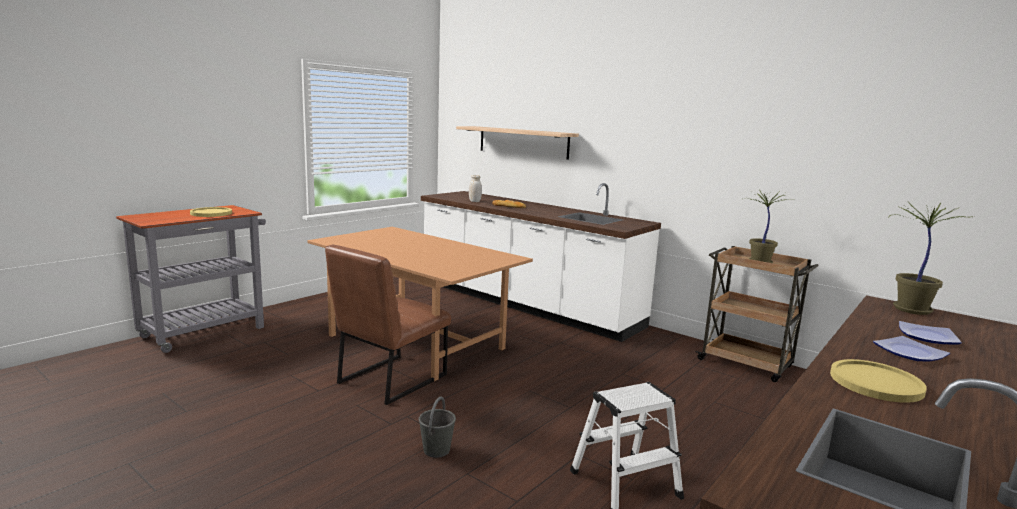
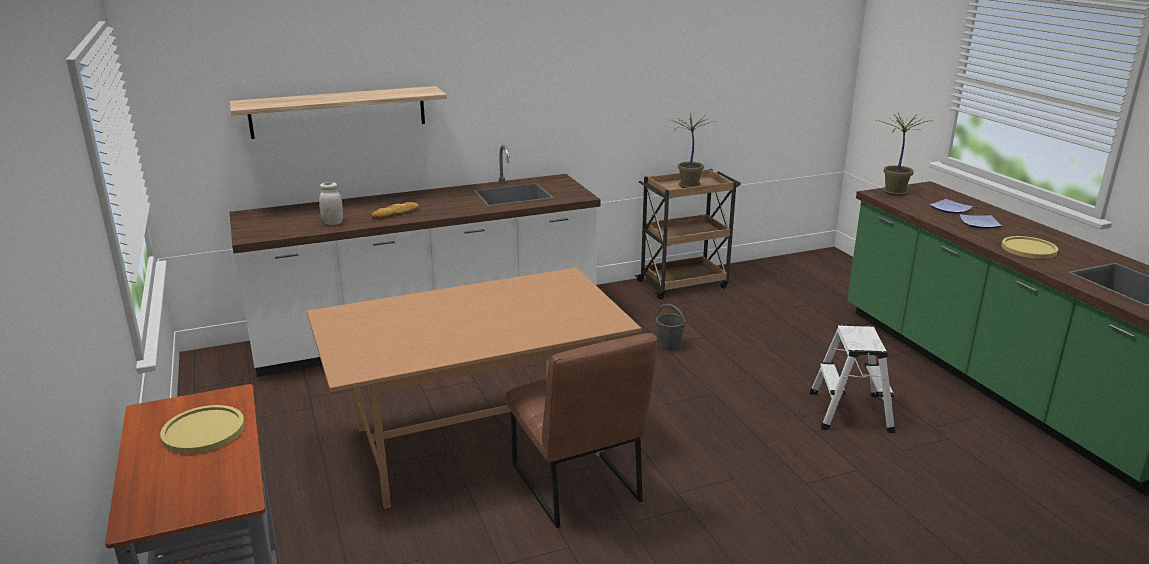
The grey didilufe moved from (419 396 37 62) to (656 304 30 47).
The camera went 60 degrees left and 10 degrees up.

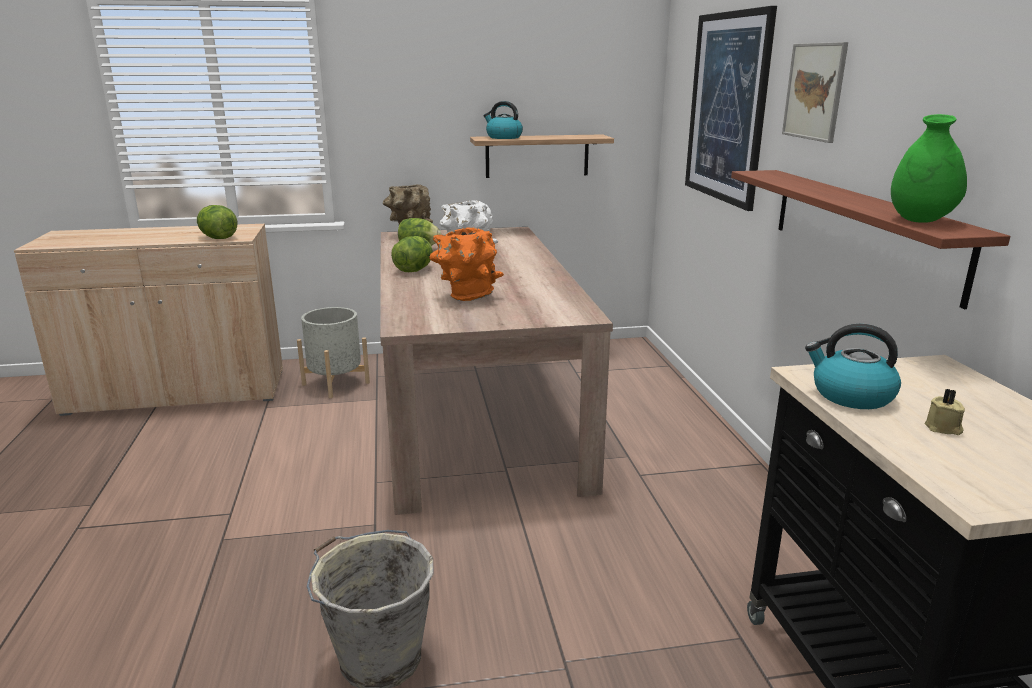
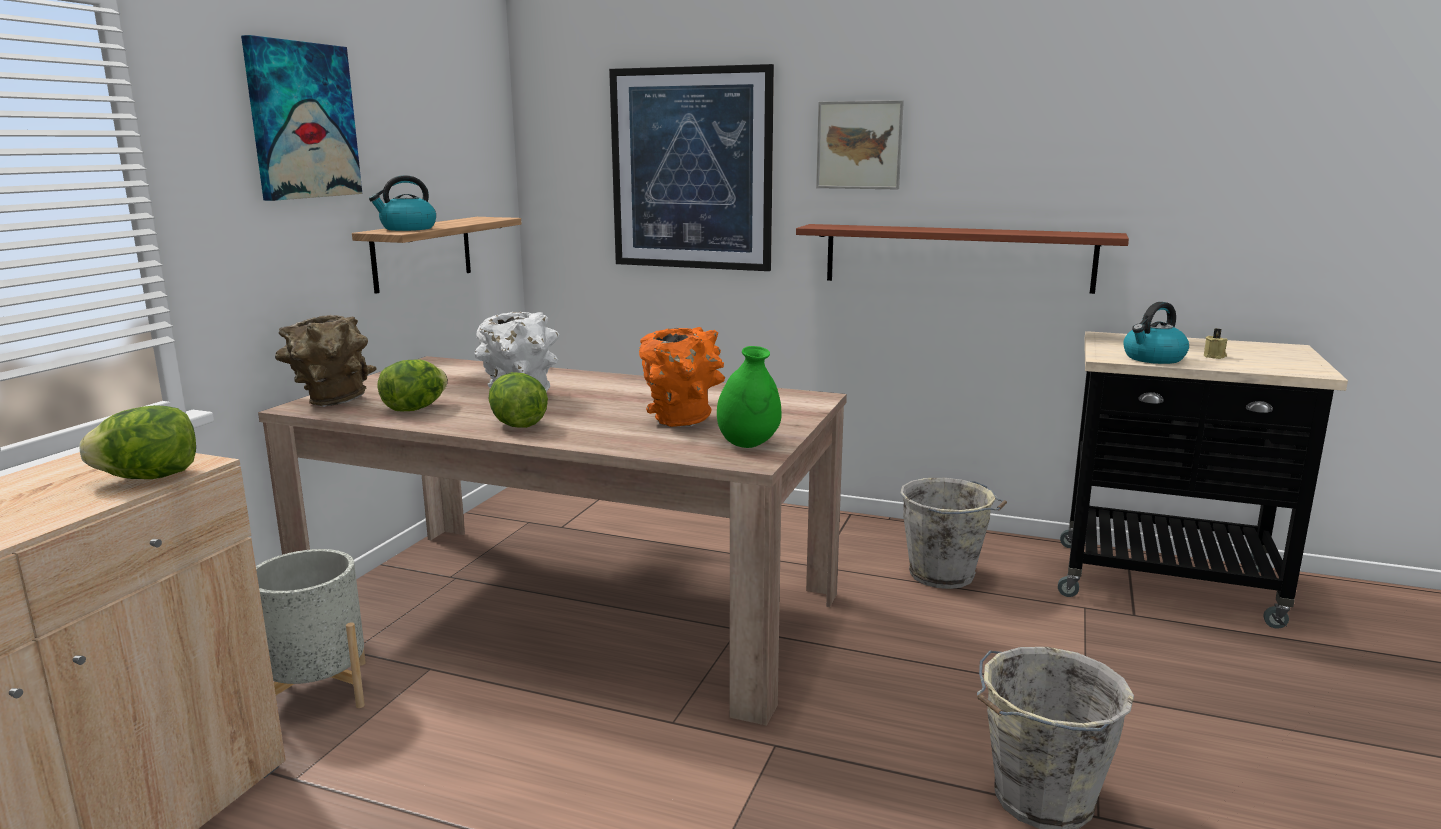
The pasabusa at (241 35 121 166) appeared.
The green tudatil moved from (891 114 76 109) to (717 346 65 102).
The grey didilufe at (900 478 107 111) appeared.
The camera went 60 degrees left and 5 degrees down.

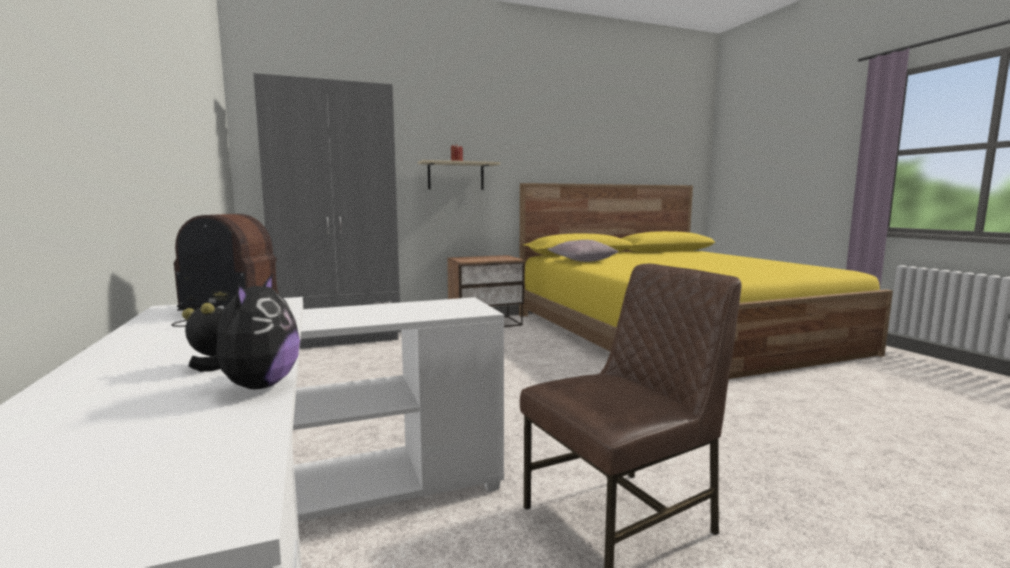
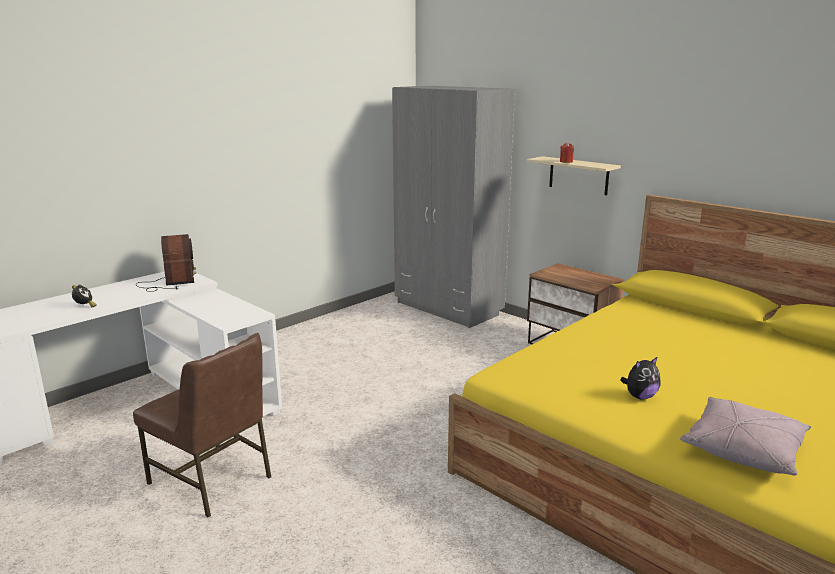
The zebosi moved from (188 273 112 116) to (620 356 41 44).
The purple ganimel moved from (547 239 71 23) to (680 397 131 78).
The camera went 65 degrees right and 10 degrees up.

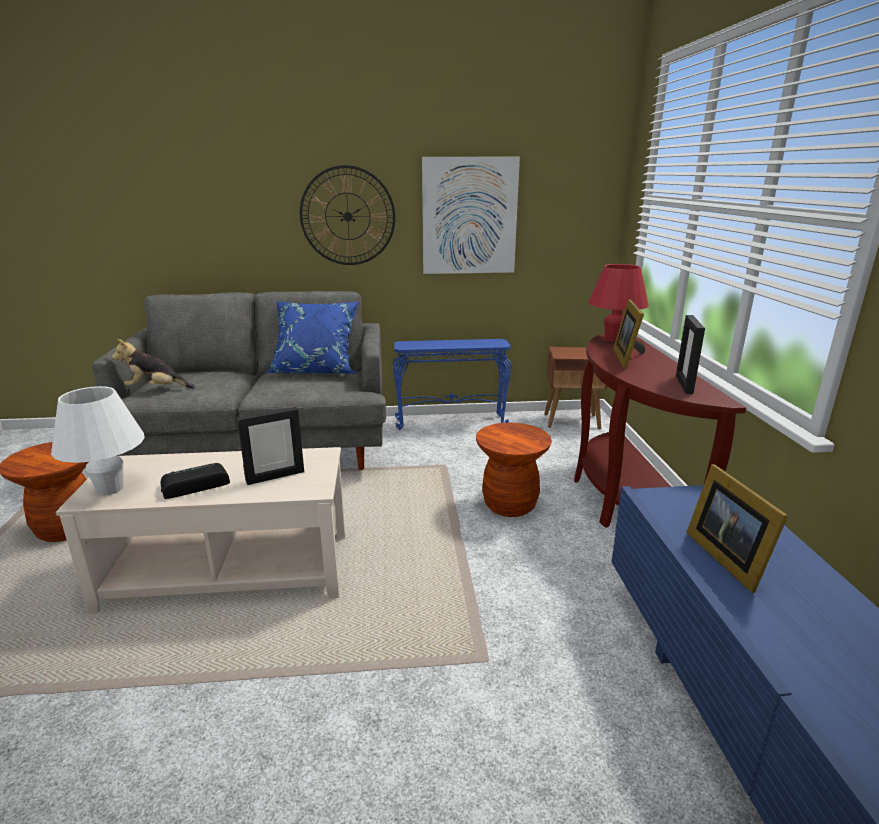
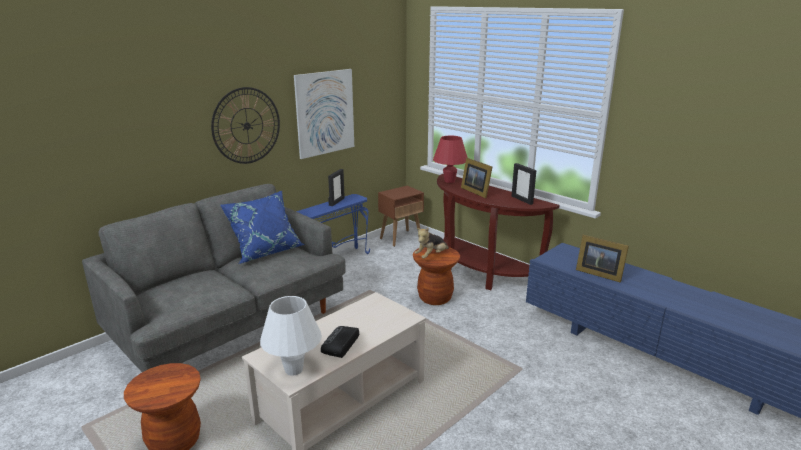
The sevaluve moved from (237 407 67 78) to (328 169 17 37).
The zebosi moved from (112 339 83 49) to (415 228 34 31).
The camera went 40 degrees left and 0 degrees up.

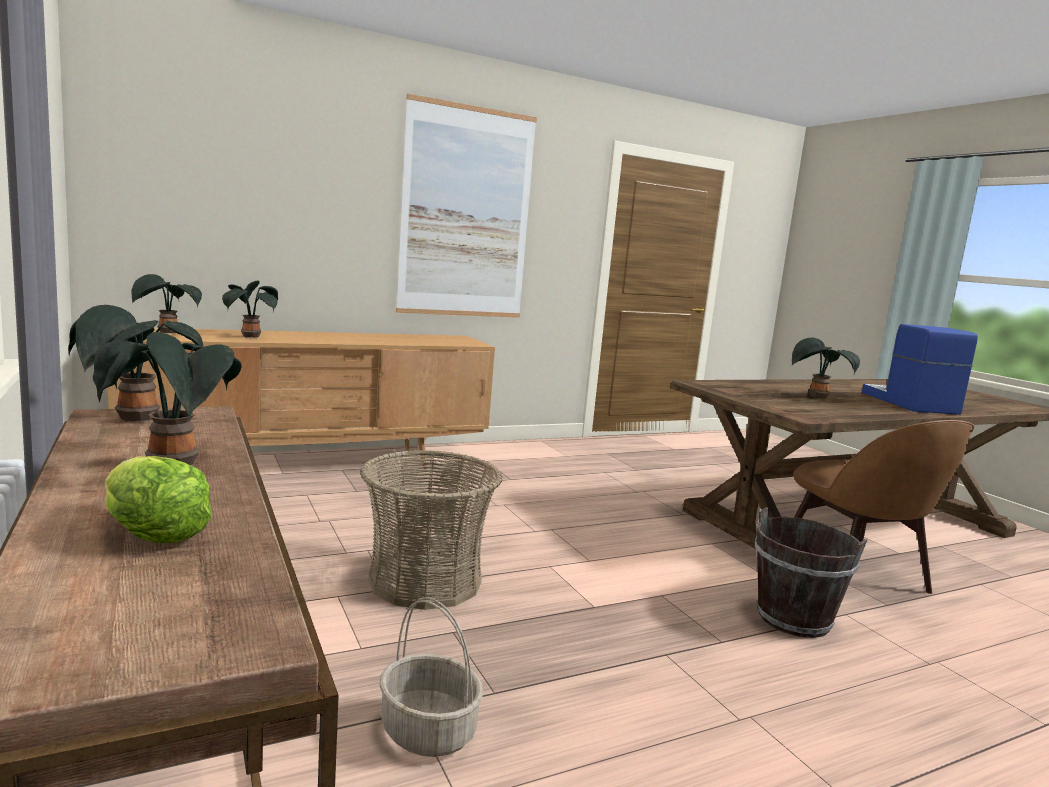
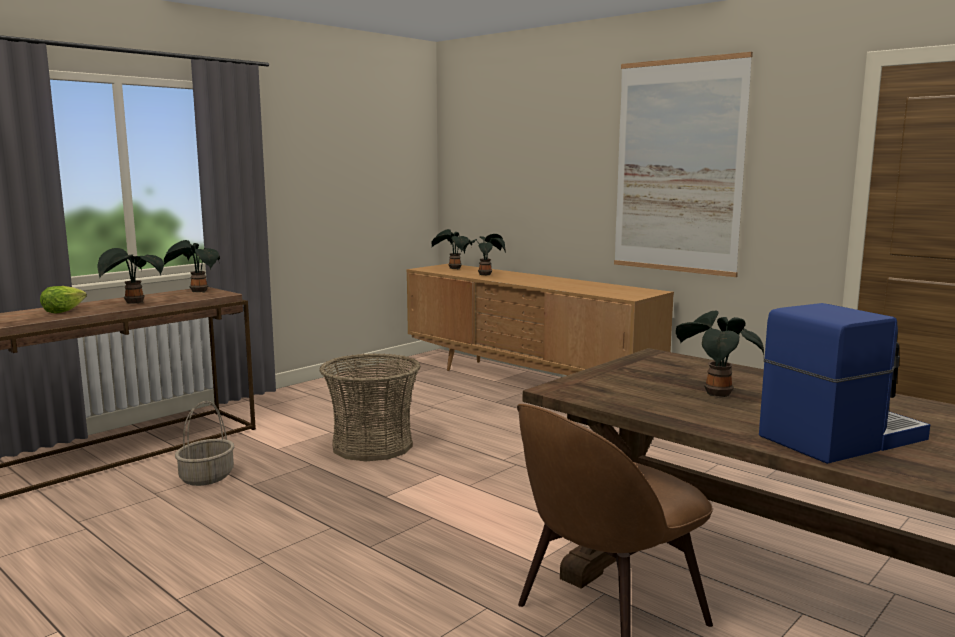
The brown didilufe at (755 507 112 131) disappeared.
The camera went 70 degrees right and 0 degrees up.

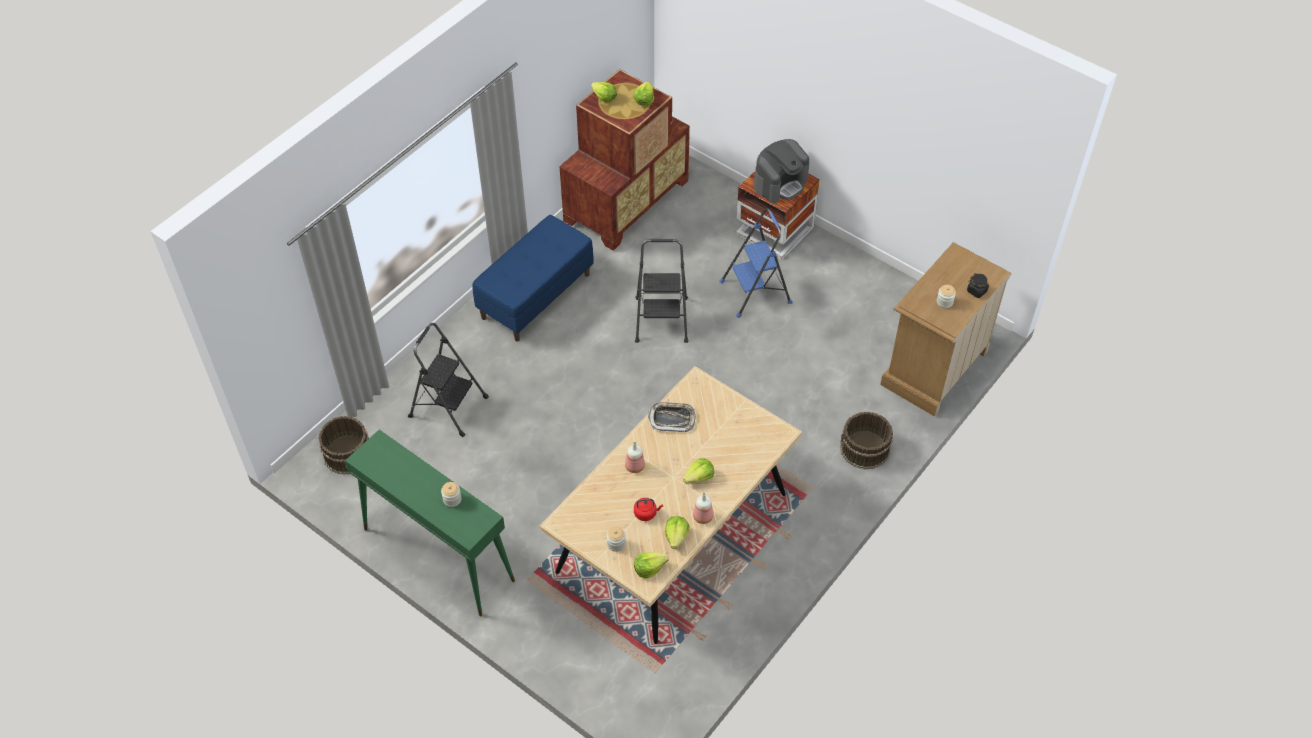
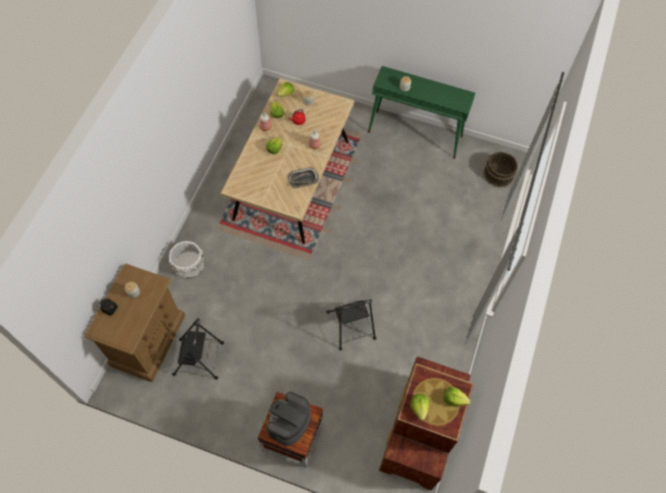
The brown didilufe at (840 412 53 57) became the white didilufe at (169 241 36 38).
The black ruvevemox moved from (408 323 81 114) to (172 318 52 62).
The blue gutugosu at (472 215 122 126) disappeared.
The blue ruvevemox at (719 208 74 110) disappeared.
The camera went 160 degrees right and 10 degrees up.

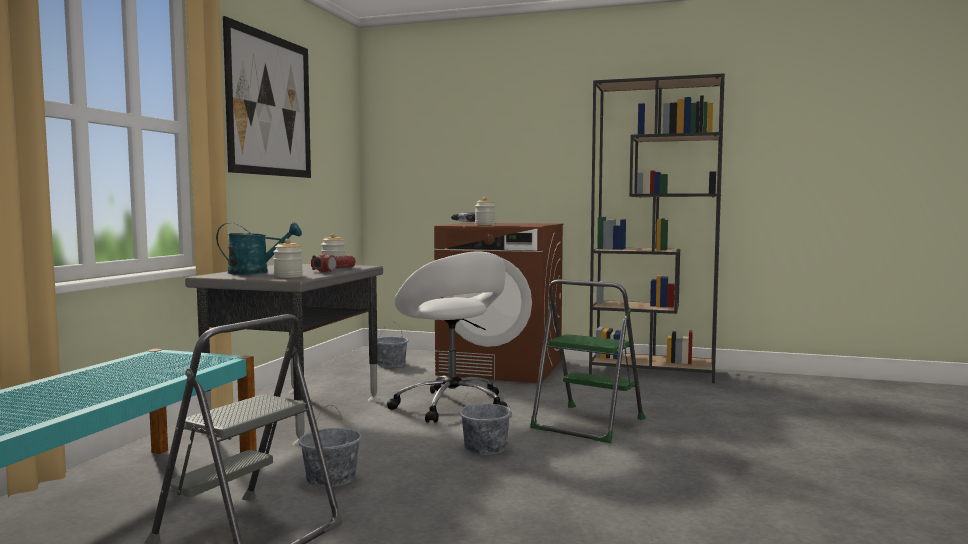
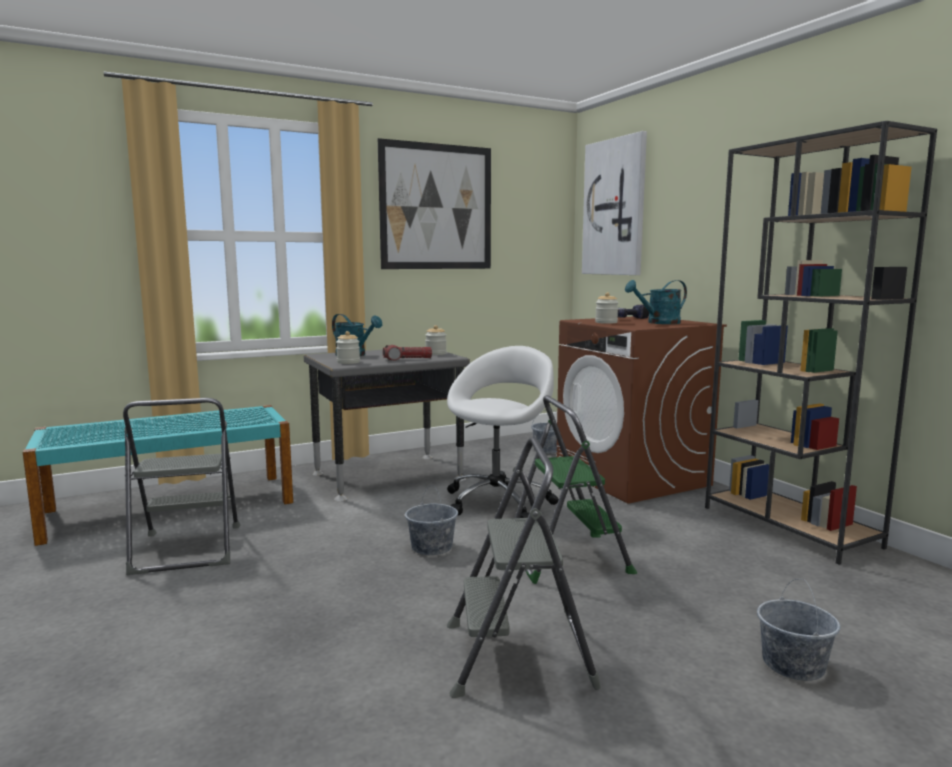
The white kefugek at (387 251 121 171) turned 150 degrees counterclockwise.
The grey ruvevemox at (447 437 154 261) appeared.
The pasabusa at (582 131 65 144) appeared.
The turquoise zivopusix at (625 280 62 44) appeared.
The grey didilufe moved from (299 405 63 83) to (757 579 83 102).
The camera went 45 degrees right and 5 degrees up.

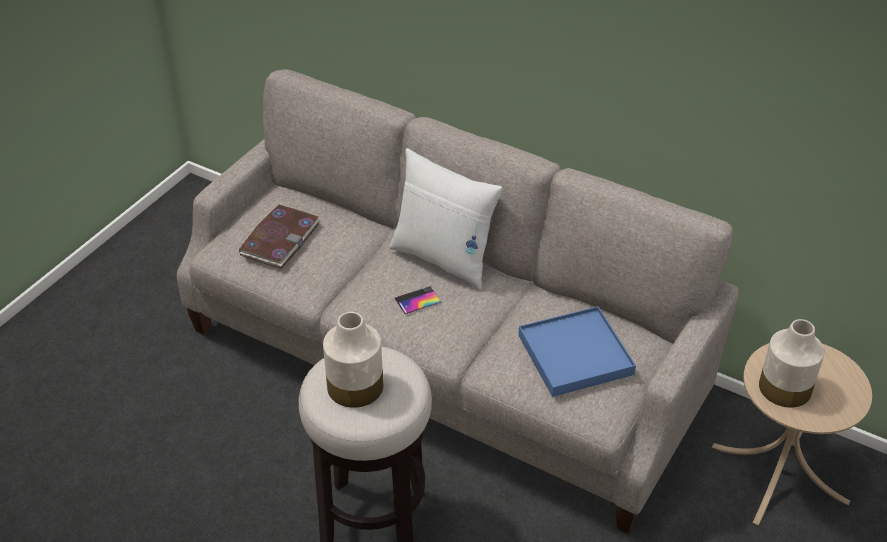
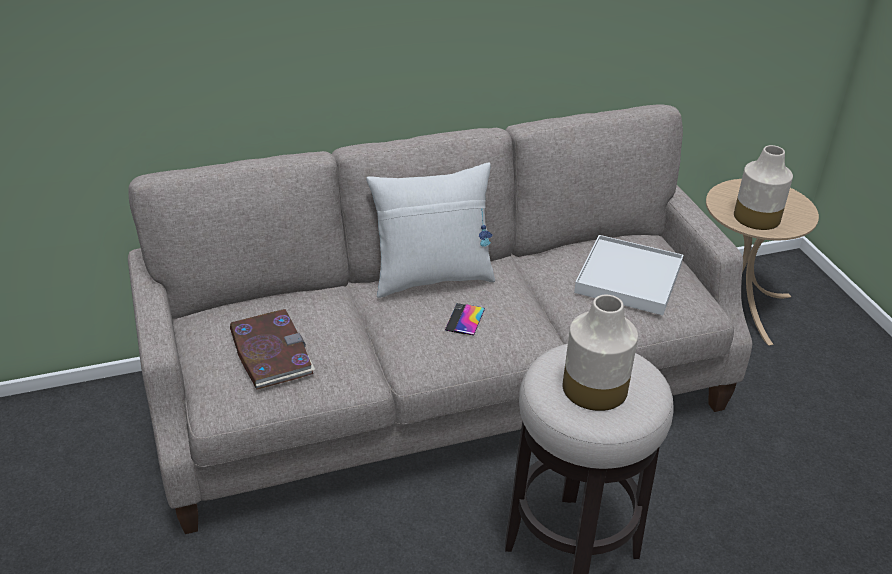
The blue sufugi at (518 306 118 91) became the white sufugi at (574 235 109 80).
The camera went 50 degrees left and 5 degrees down.

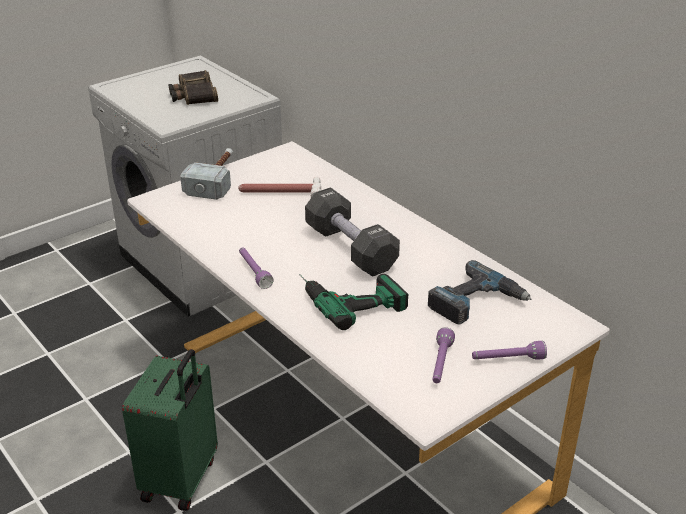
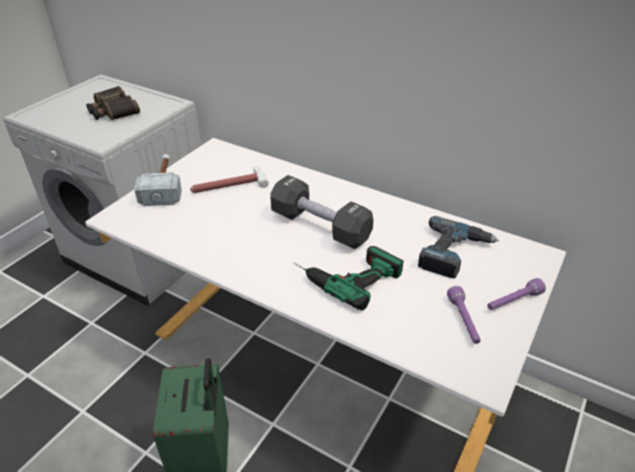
The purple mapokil at (239 247 35 42) disappeared.
The camera went 20 degrees left and 5 degrees up.

